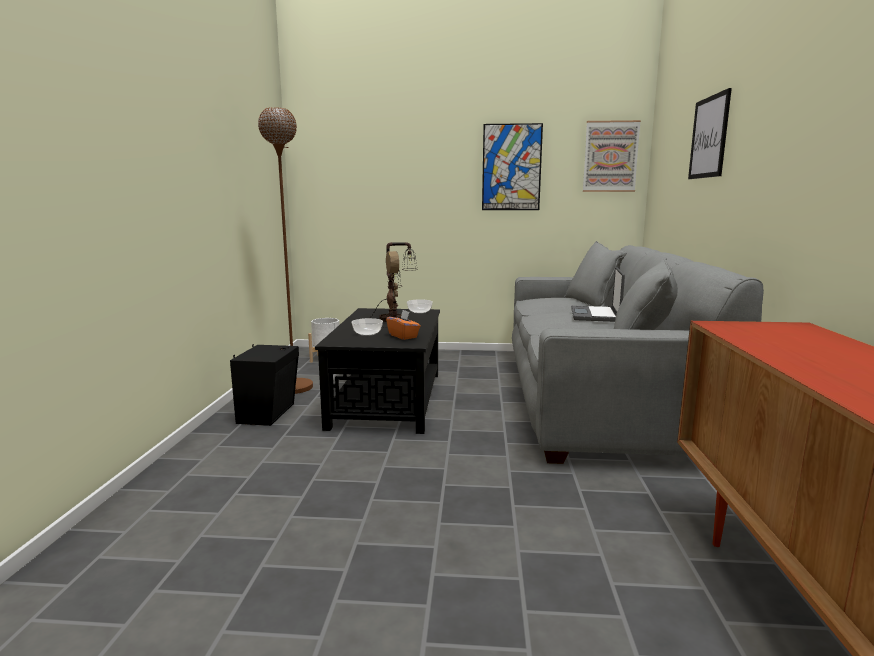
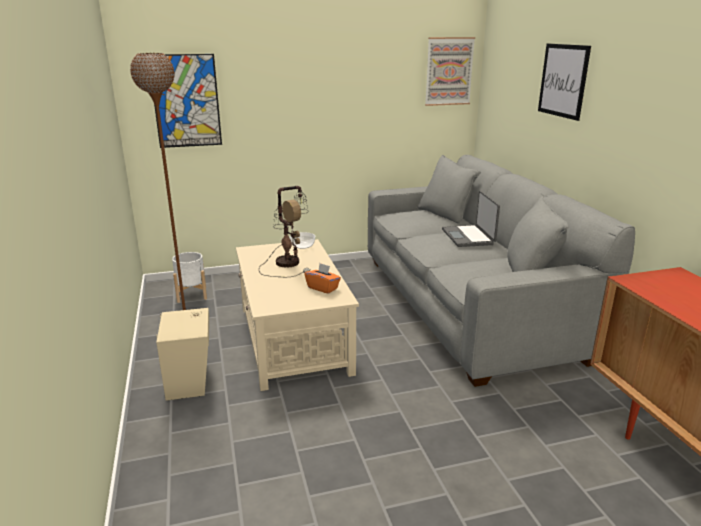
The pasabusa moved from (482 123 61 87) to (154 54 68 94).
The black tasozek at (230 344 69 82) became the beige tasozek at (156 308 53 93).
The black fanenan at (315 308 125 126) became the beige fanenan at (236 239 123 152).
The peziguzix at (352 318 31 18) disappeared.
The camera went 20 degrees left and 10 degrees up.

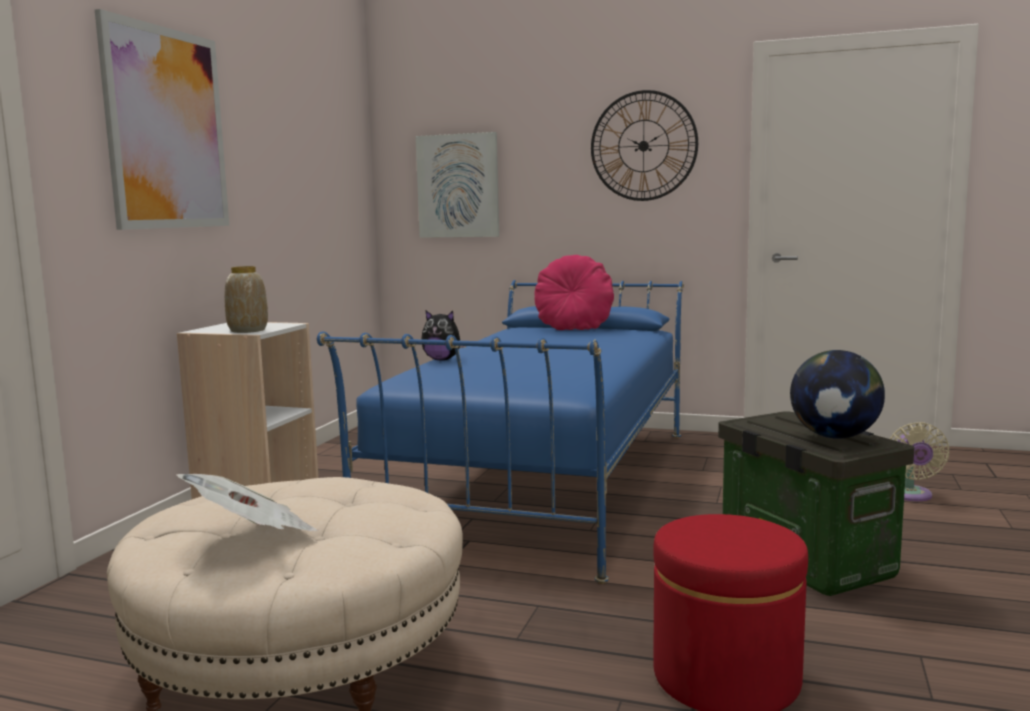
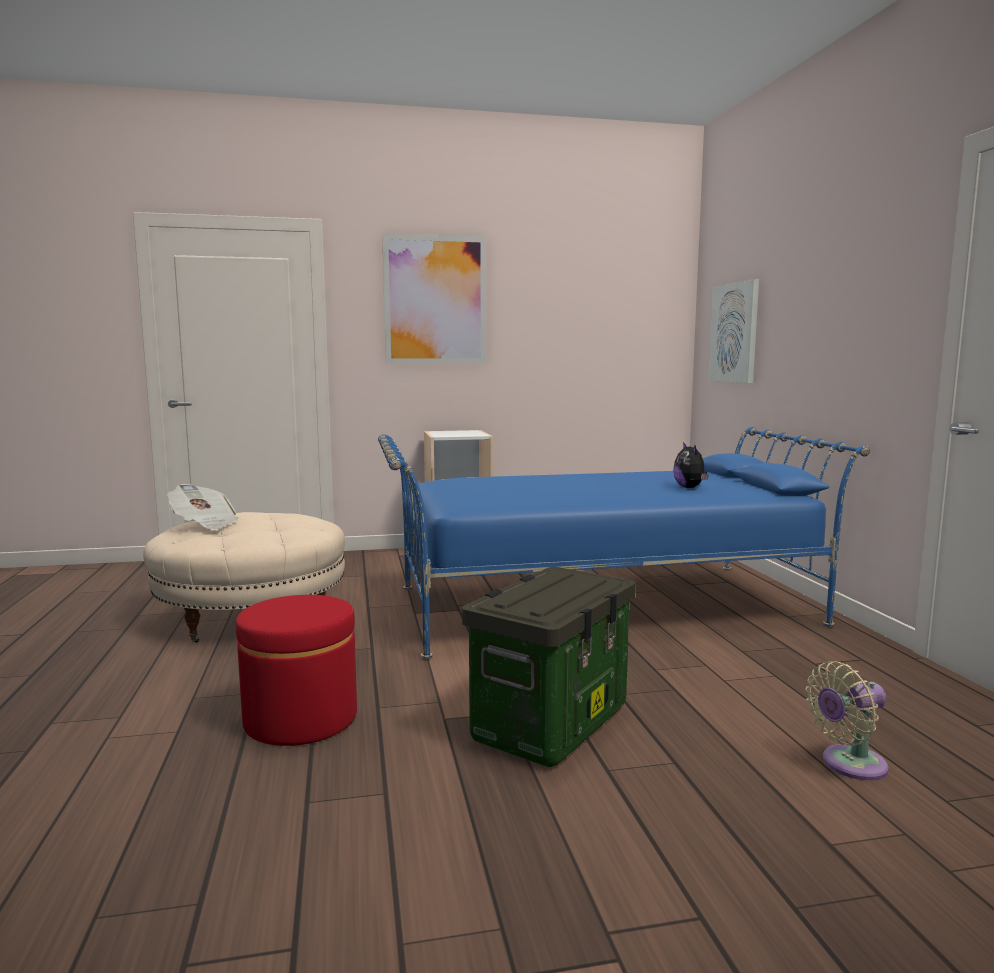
The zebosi moved from (421 310 45 51) to (673 442 35 46).
The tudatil at (225 266 43 67) disappeared.
The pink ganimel at (534 255 80 75) disappeared.
The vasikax at (591 90 107 111) disappeared.
The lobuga at (790 350 95 89) disappeared.
The camera went 60 degrees right and 0 degrees up.

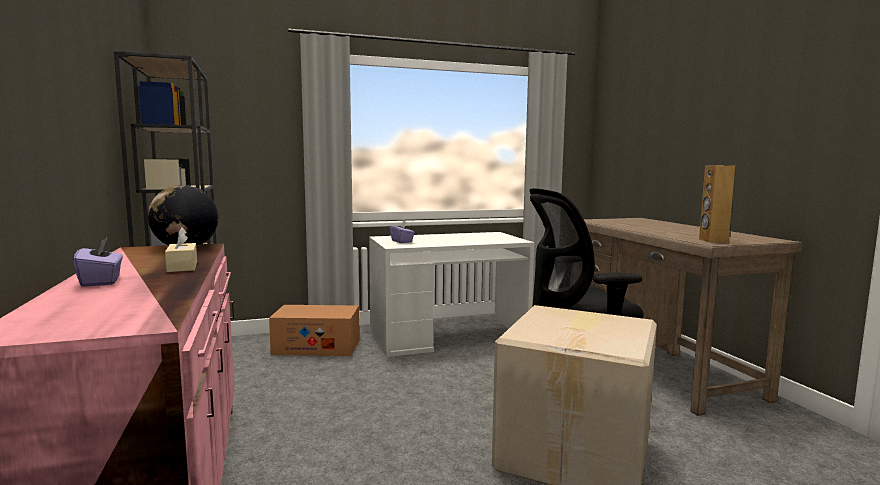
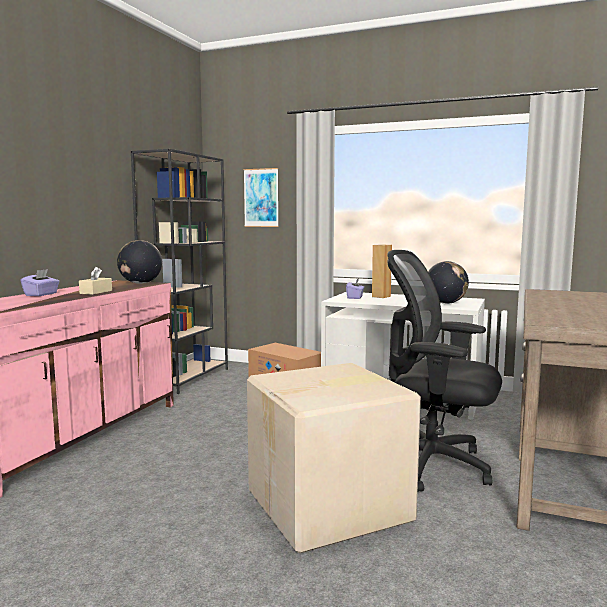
The pasabusa at (244 168 35 59) appeared.
The brown tasozek moved from (699 165 36 78) to (372 244 20 54).
The lobuga at (428 261 41 43) appeared.
The camera went 40 degrees right and 0 degrees up.

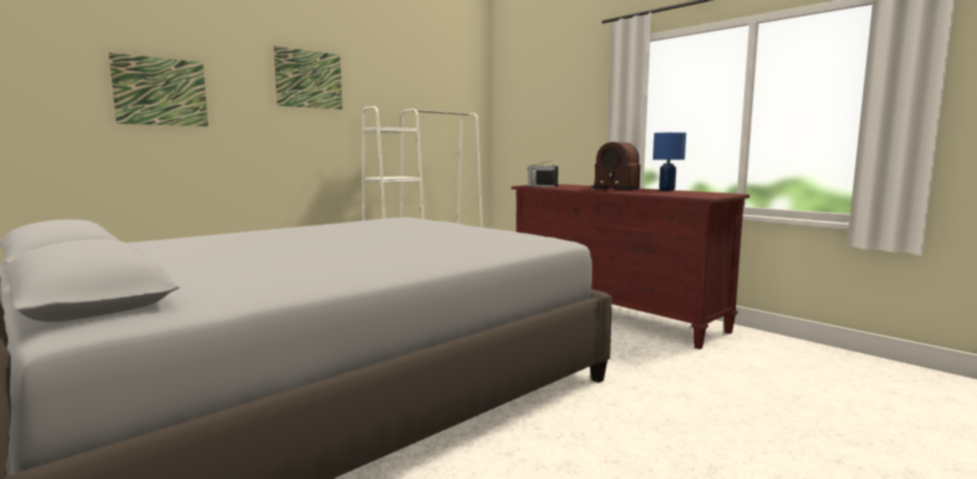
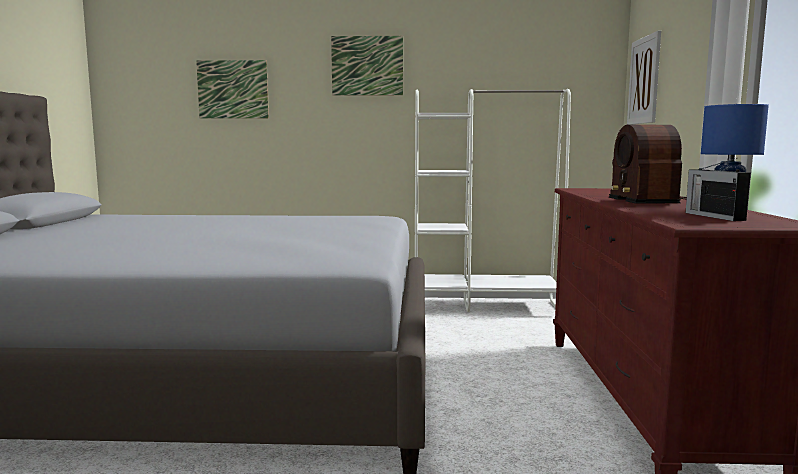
The pasabusa at (627 30 34 95) appeared.
The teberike moved from (528 160 30 27) to (686 158 65 63).
The camera went 45 degrees right and 0 degrees up.

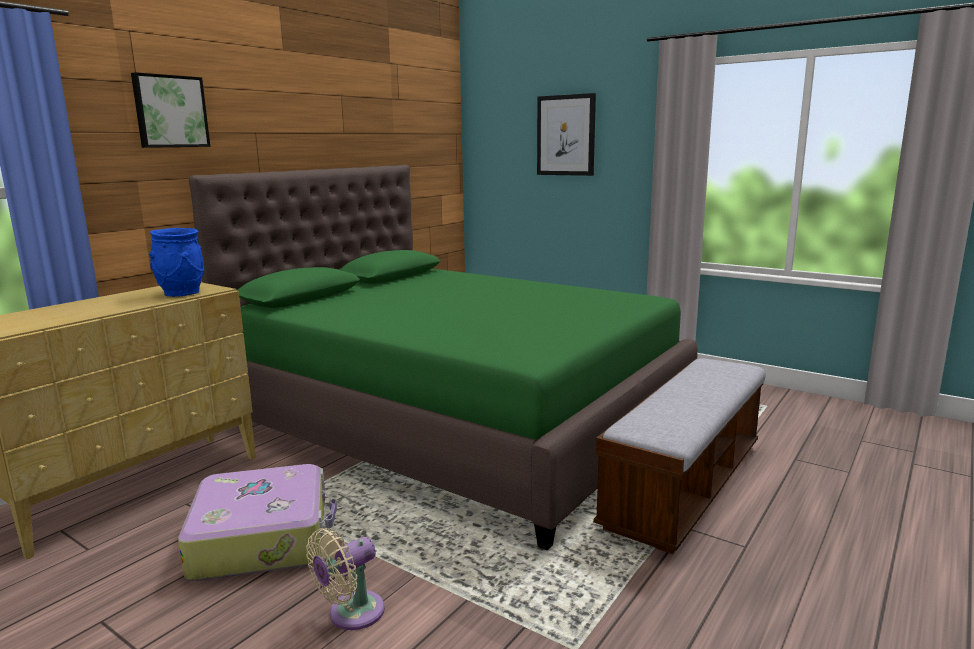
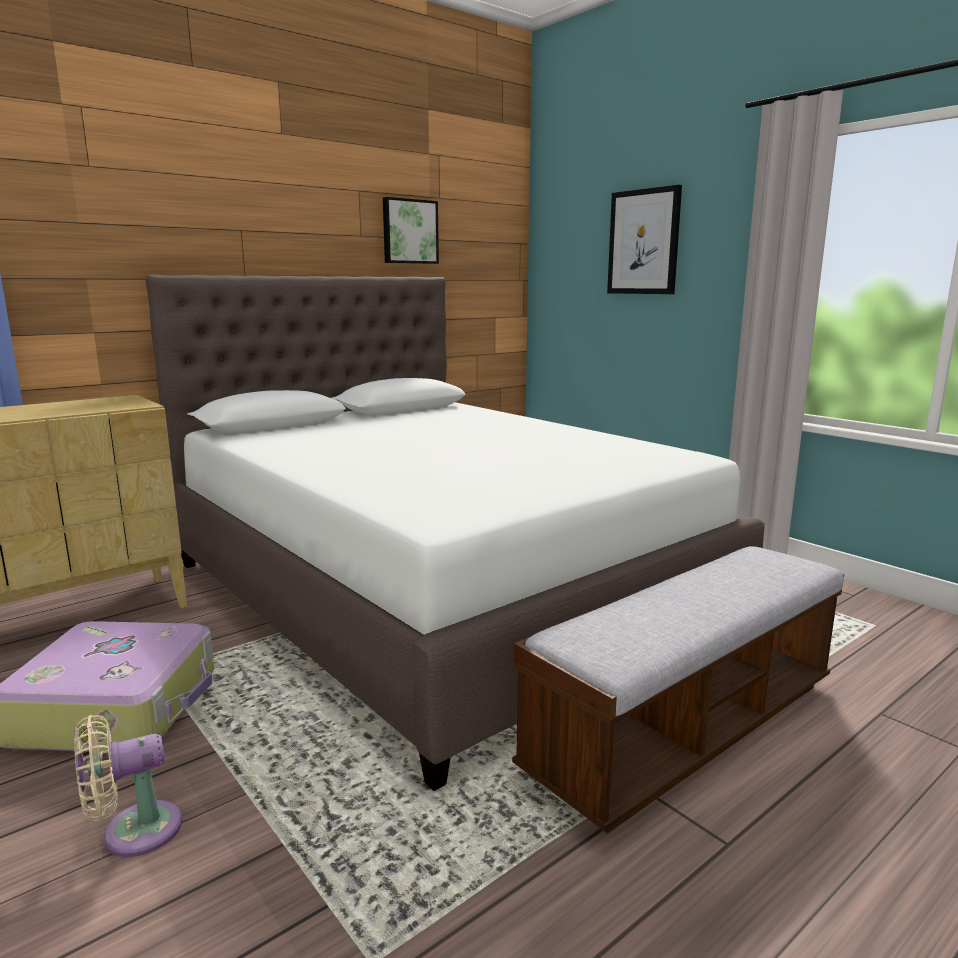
The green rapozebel at (189 165 509 385) became the white rapozebel at (146 275 619 516).
The pasabusa moved from (131 72 79 76) to (383 197 56 67).
The blue tudatil at (149 228 55 69) disappeared.
The camera went 15 degrees right and 0 degrees up.

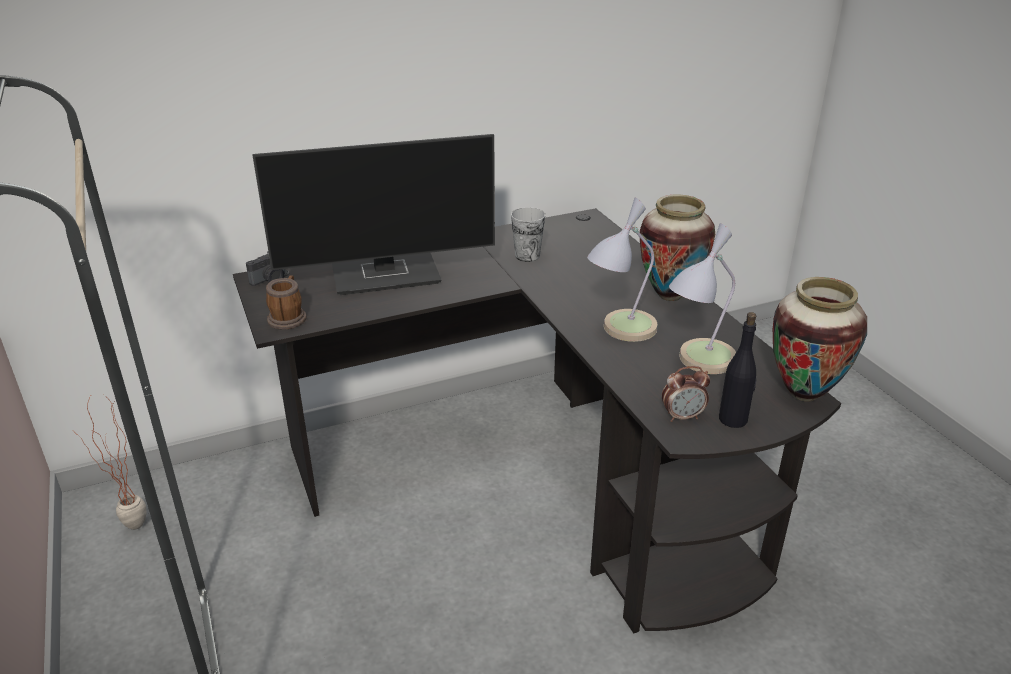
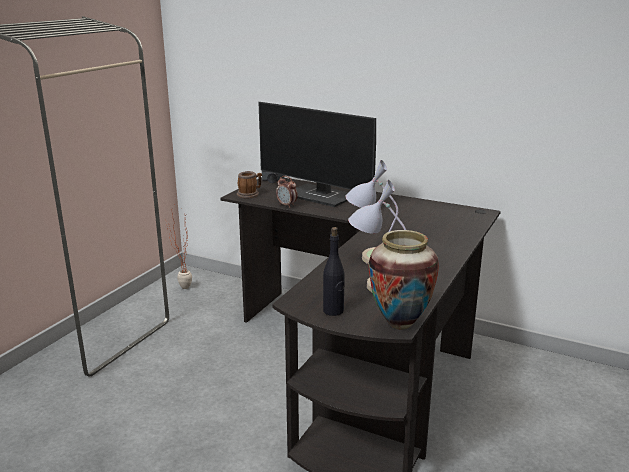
The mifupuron moved from (662 366 48 56) to (276 176 22 32).
The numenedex at (511 207 34 55) disappeared.
The tudatil at (640 195 75 106) disappeared.
The camera went 50 degrees right and 10 degrees down.

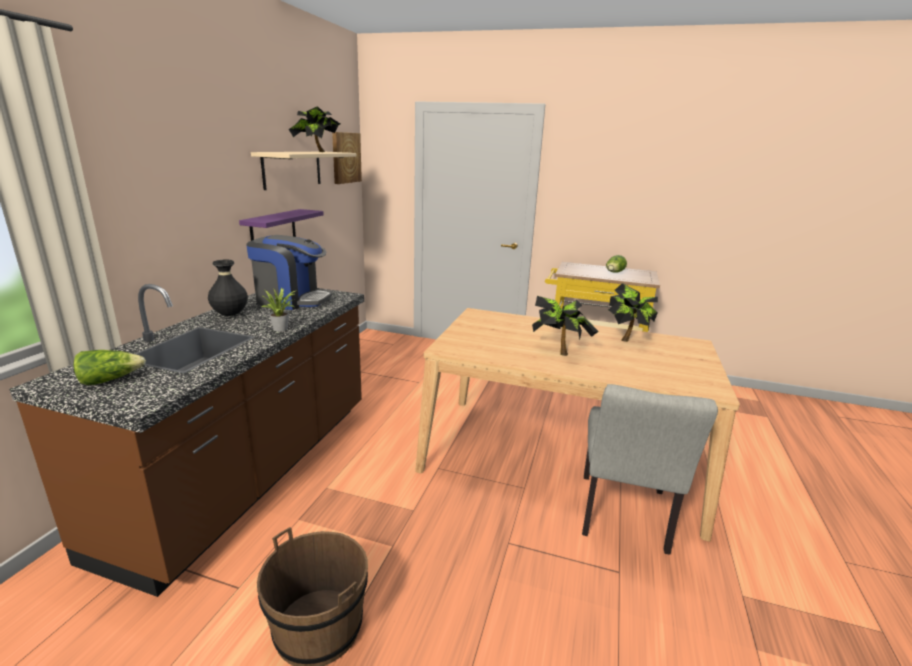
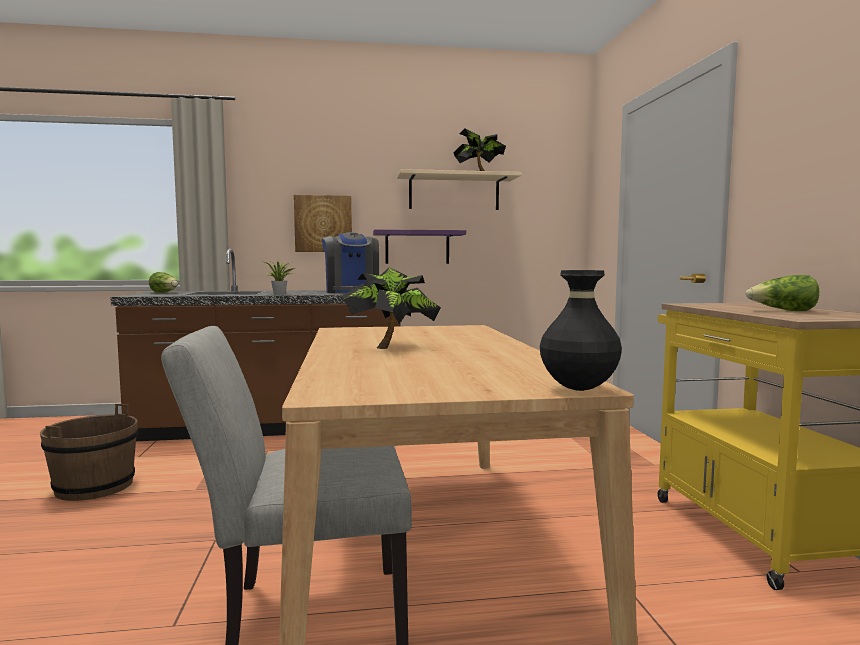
The pasabusa moved from (332 132 30 52) to (294 195 58 57).
The black tudatil moved from (208 260 40 56) to (540 270 82 121).
The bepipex at (608 283 50 59) disappeared.
The camera went 65 degrees right and 15 degrees down.

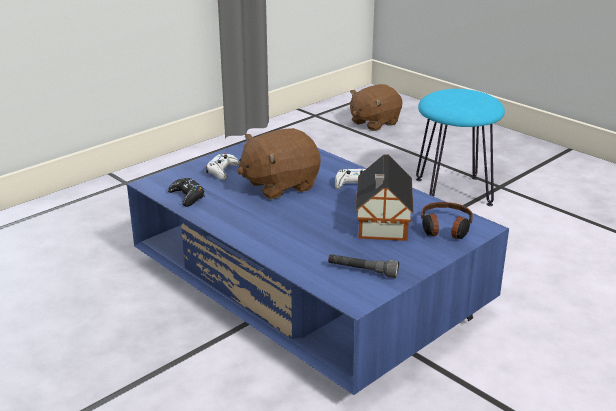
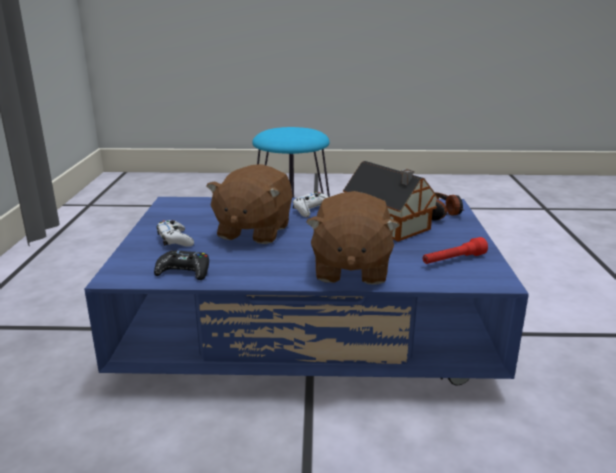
The brown zebosi moved from (350 84 53 47) to (306 191 94 94).
The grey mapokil at (328 254 71 24) became the red mapokil at (423 237 65 27).
The camera went 45 degrees left and 5 degrees down.

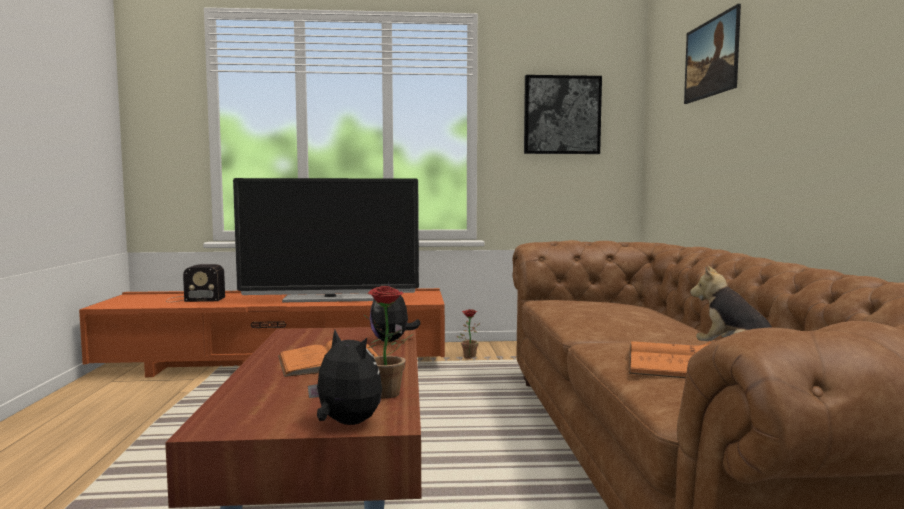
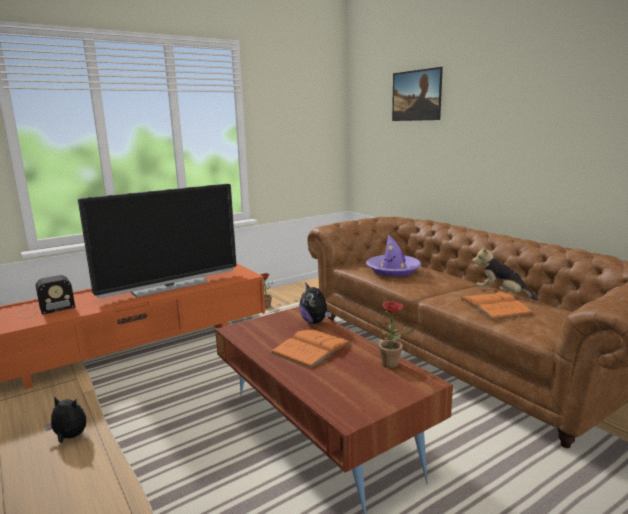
The zebosi moved from (308 330 74 95) to (45 397 41 46).
The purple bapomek at (366 234 56 43) appeared.
The pasabusa at (524 75 78 79) disappeared.
The camera went 30 degrees left and 10 degrees up.

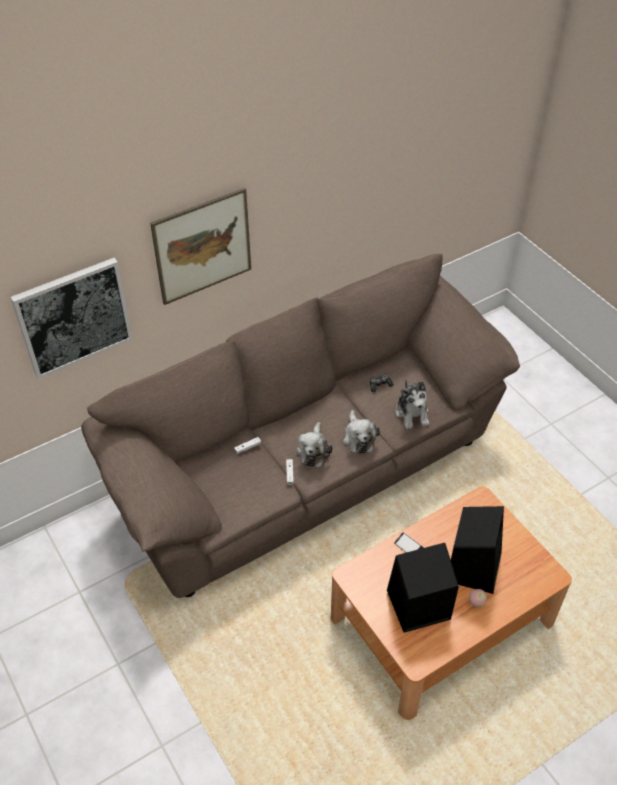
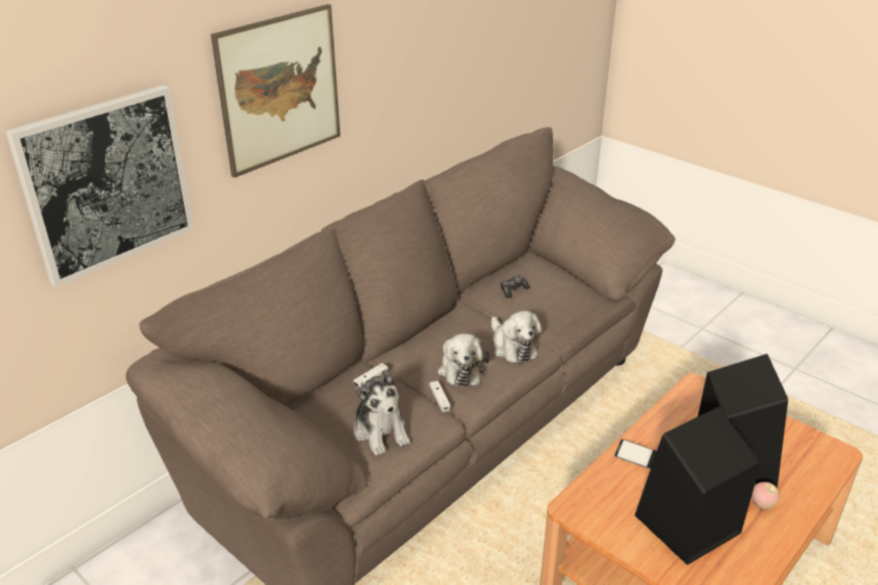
The zebosi moved from (396 380 33 49) to (354 369 56 87).
The camera went 15 degrees left and 15 degrees down.

